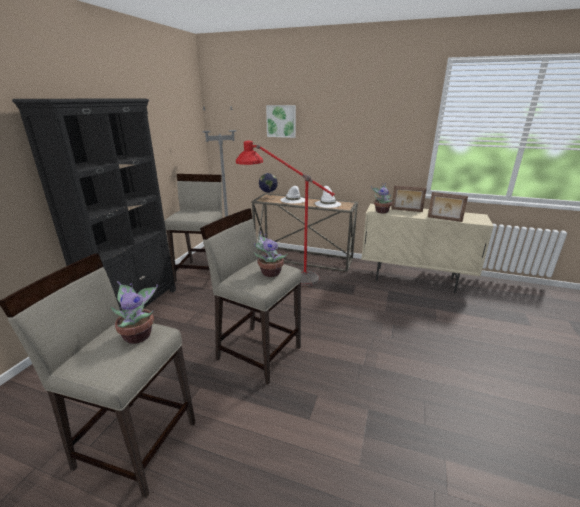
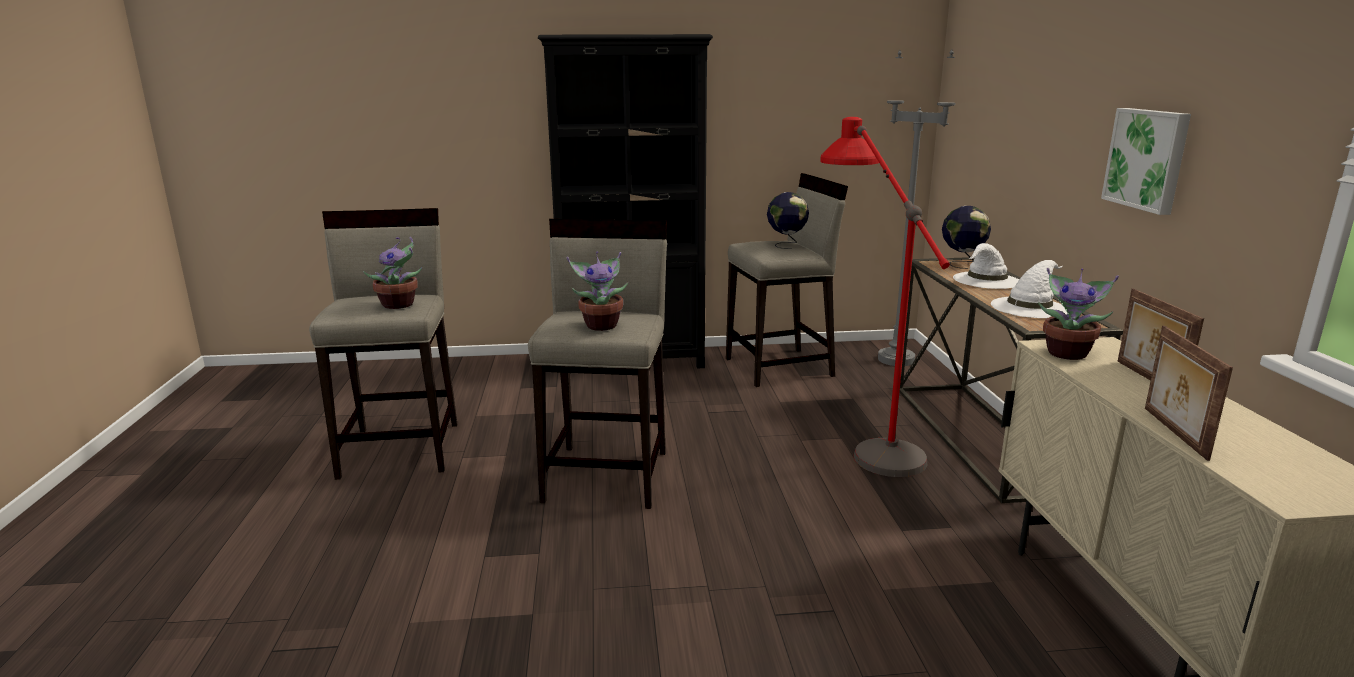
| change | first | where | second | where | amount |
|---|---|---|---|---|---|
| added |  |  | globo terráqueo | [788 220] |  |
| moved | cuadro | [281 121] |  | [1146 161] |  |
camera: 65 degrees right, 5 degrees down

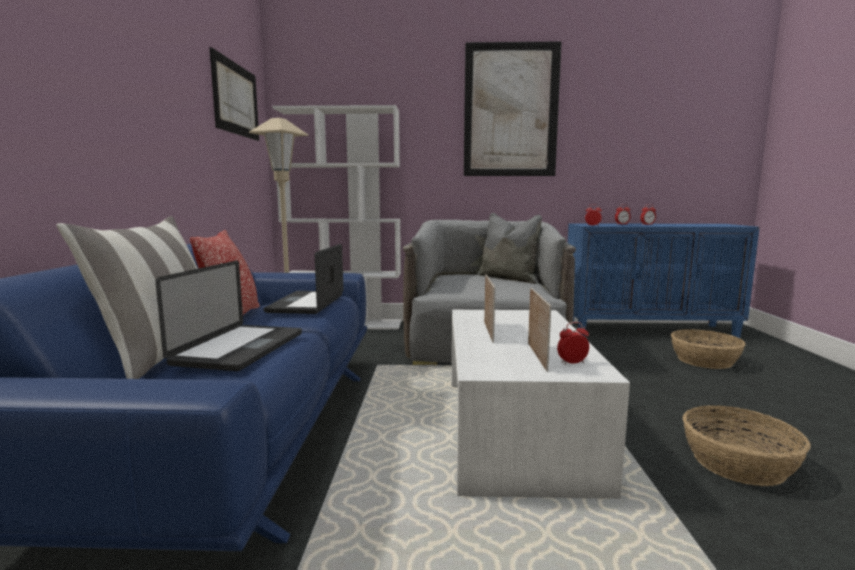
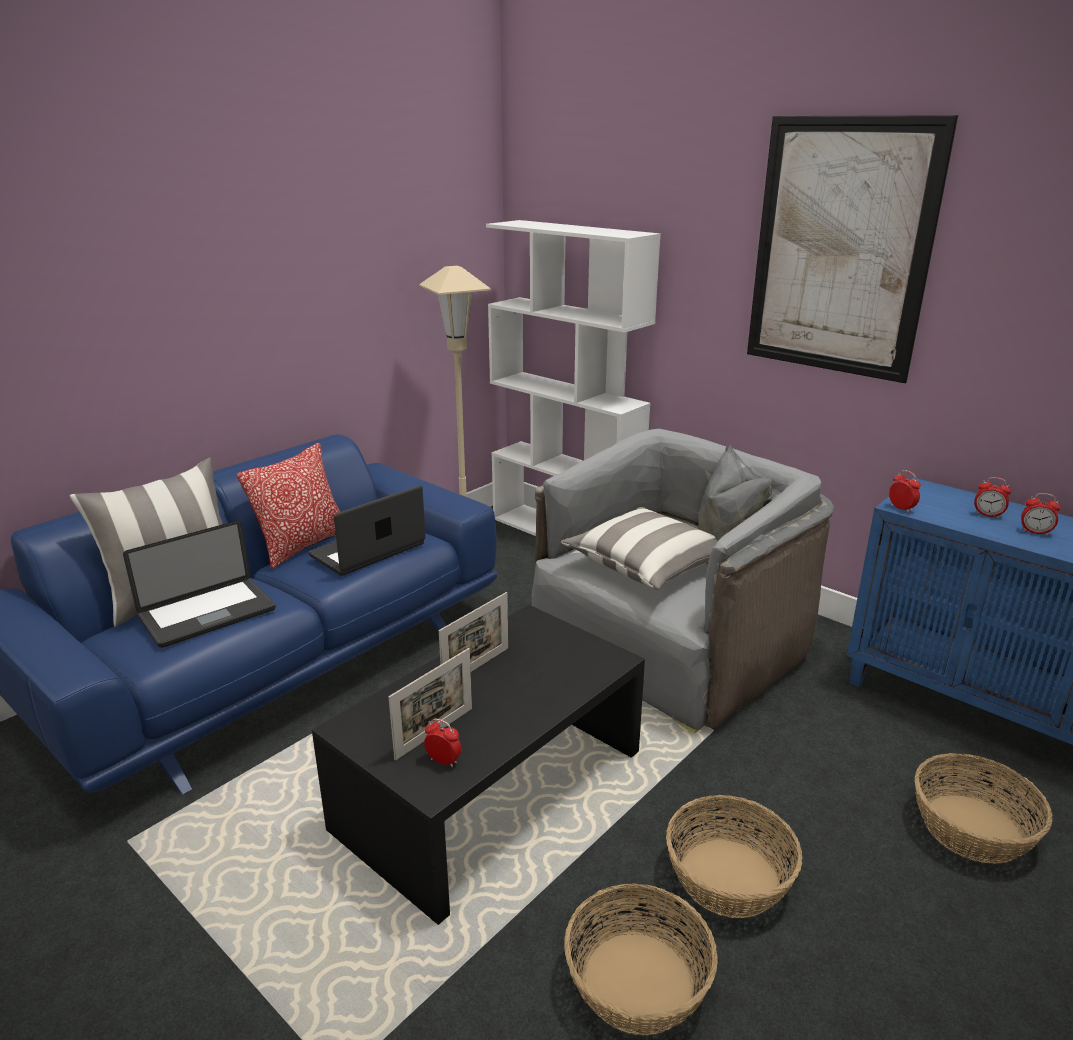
| change | first | where | second | where | amount |
|---|---|---|---|---|---|
| recoloured | mesa de centro [blanco] | [540 404] | mesa de centro [negro] | [478 765] |  |
| added |  |  | cojín | [639 548] |  |
| added |  |  | cesta | [734 856] |  |
| removed | cuadro | [234 94] |  |  |  |
camera: 40 degrees right, 15 degrees up

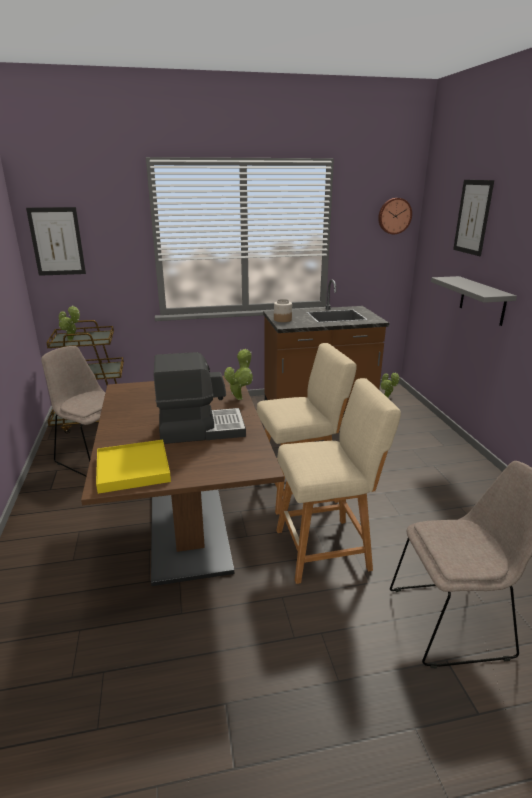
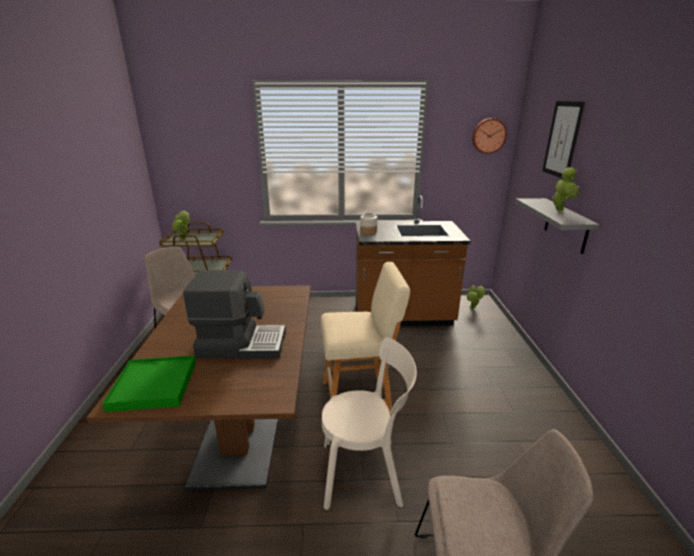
| change | first | where | second | where | amount |
|---|---|---|---|---|---|
| recoloured | bandeja [amarillo] | [133 467] | bandeja [verde] | [149 384] |  |
| replaced | taburete [beis] | [338 481] | silla [beis] | [369 424] |  |
| moved | planta en maceta | [238 374] |  | [565 189] |  |
| removed | cuadro | [56 241] |  |  |  |
camera: 10 degrees right, 0 degrees up

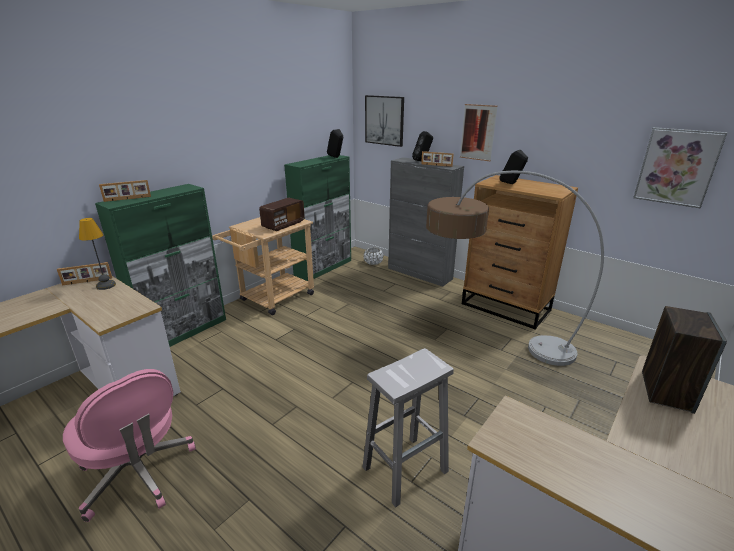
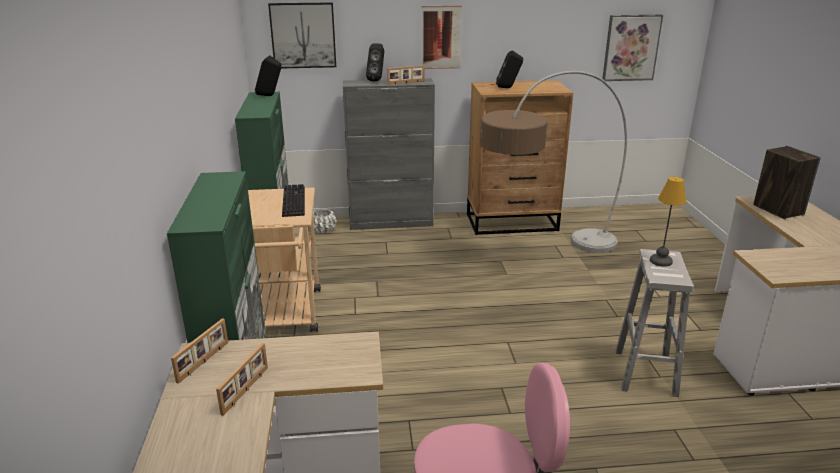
| change | first | where | second | where | amount |
|---|---|---|---|---|---|
| moved | portarretratos | [125 191] |  | [242 379] |  |
| replaced | radio | [282 214] | teclado | [293 200] |  |
| moved | lámpara de mesa | [97 254] |  | [668 222] |  |
camera: 45 degrees left, 0 degrees up

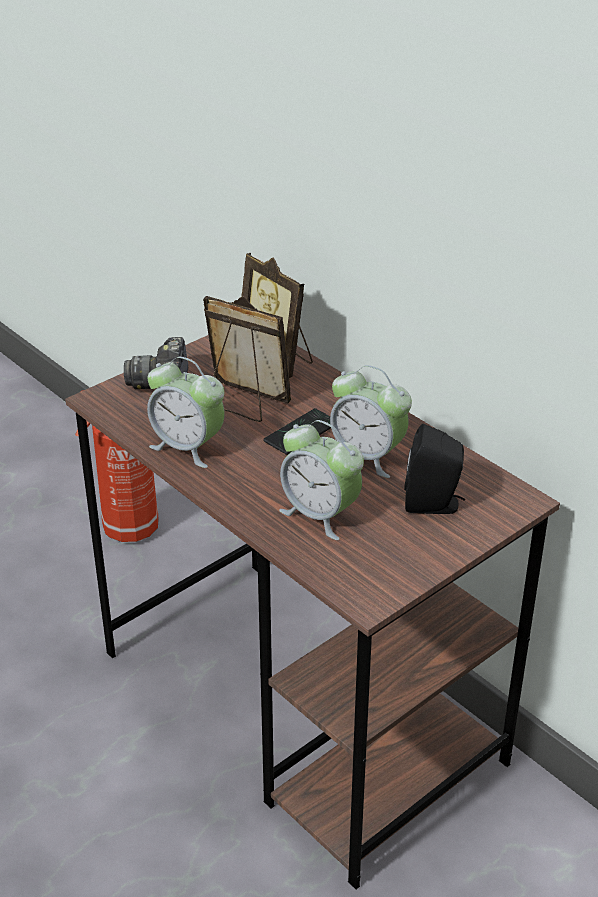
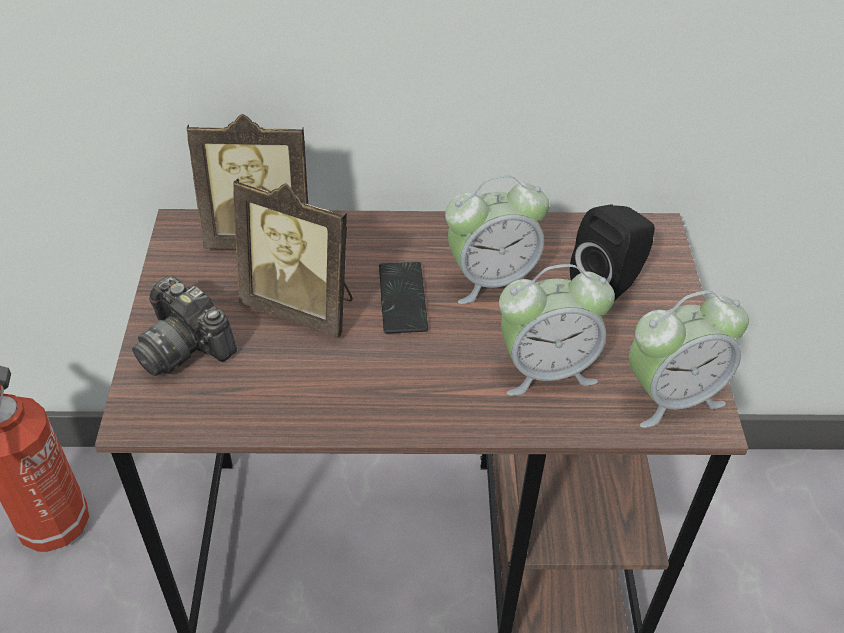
| change | first | where | second | where | amount |
|---|---|---|---|---|---|
| turned | portarretratos | [247 359] |  | [293 258] | 135 degrees counterclockwise |
| moved | despertador | [186 412] |  | [689 359] |  |
camera: 50 degrees left, 10 degrees up

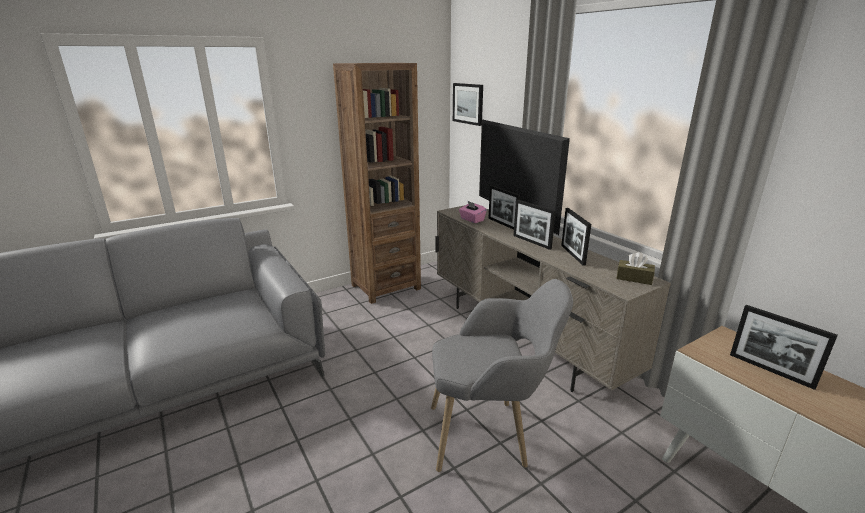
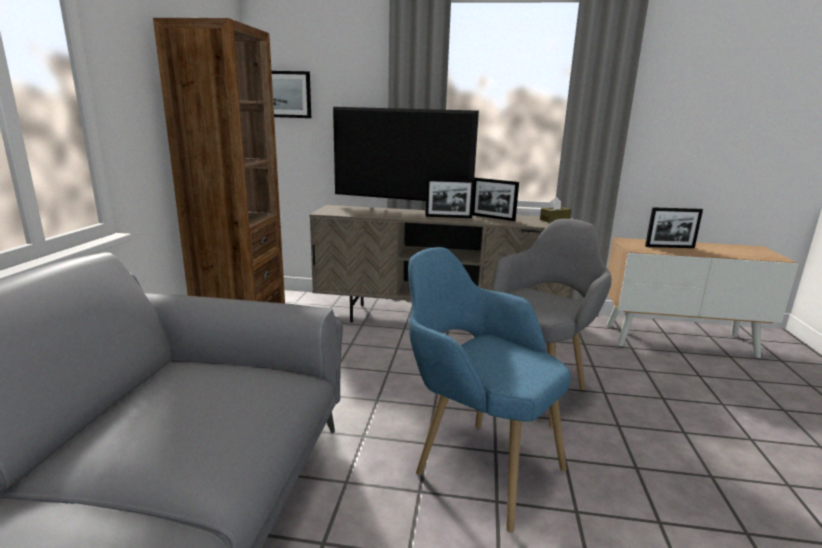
| change | first | where | second | where | amount |
|---|---|---|---|---|---|
| added |  |  | sillón [azul] | [489 390] |  |
| removed | caja de pañuelos [rosa] | [473 212] |  |  |  |
| removed | portarretratos | [504 207] |  |  |  |
camera: 50 degrees left, 5 degrees down

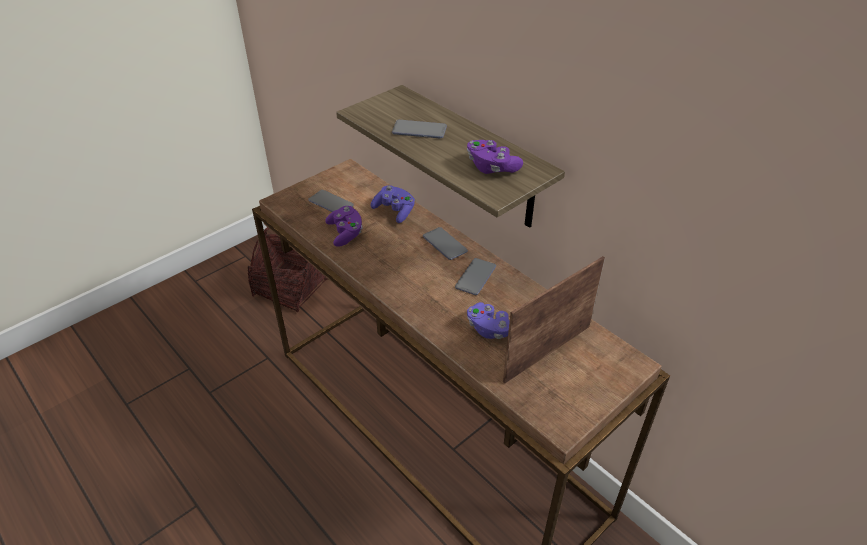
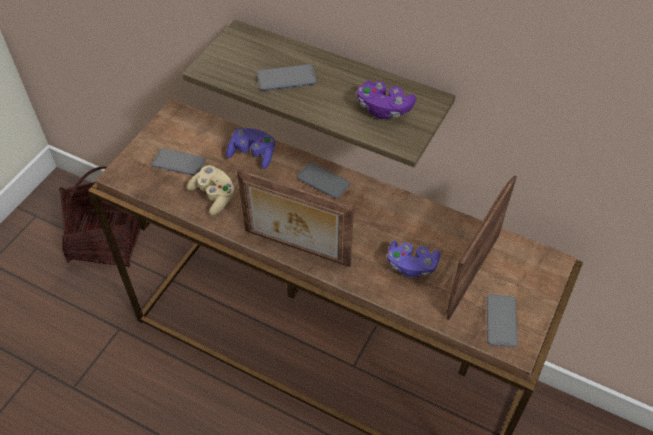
| change | first | where | second | where | amount |
|---|---|---|---|---|---|
| recoloured | mando de consola [morado] | [343 226] | mando de consola [beis] | [211 190] |  |
| added |  |  | portarretratos | [295 218] |  |
| moved | móvil | [475 276] |  | [502 320] |  |
camera: 20 degrees left, 10 degrees up

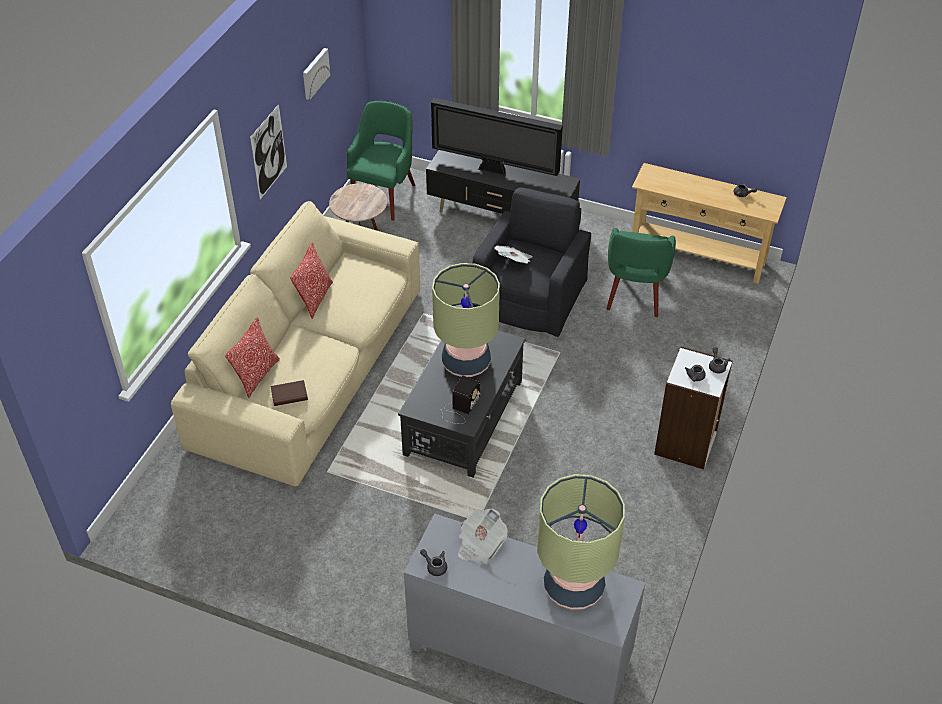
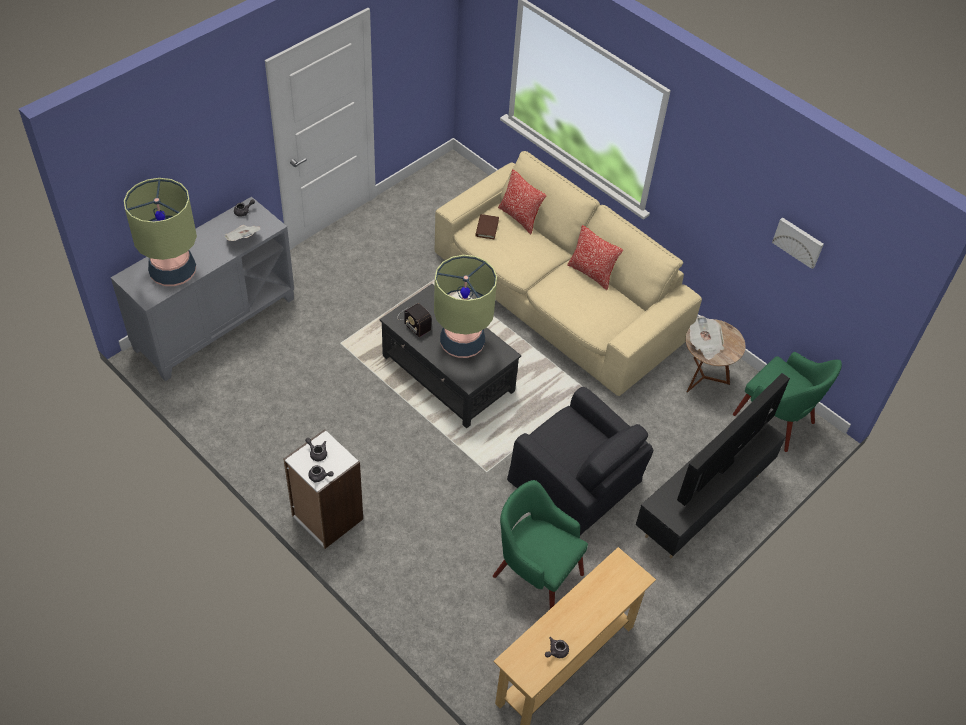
| change | first | where | second | where | amount |
|---|---|---|---|---|---|
| moved | periódico | [513 254] |  | [707 338] |  |
| removed | cuadro | [268 151] |  |  |  |
camera: 110 degrees right, 5 degrees up

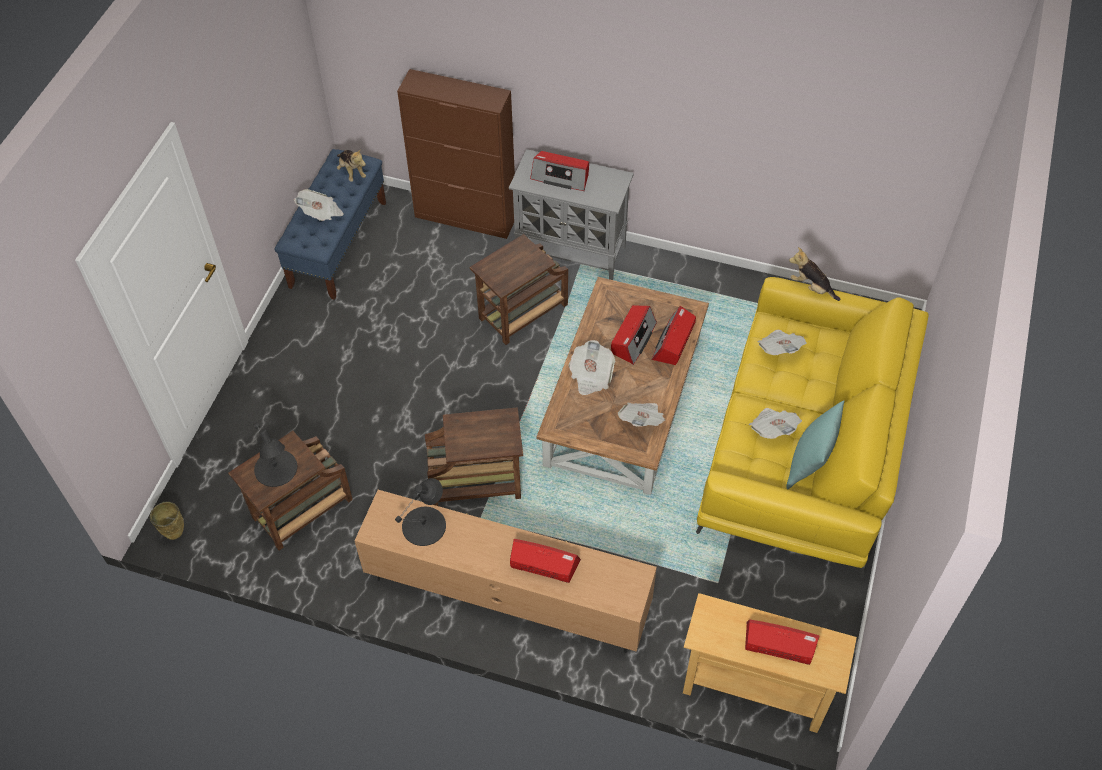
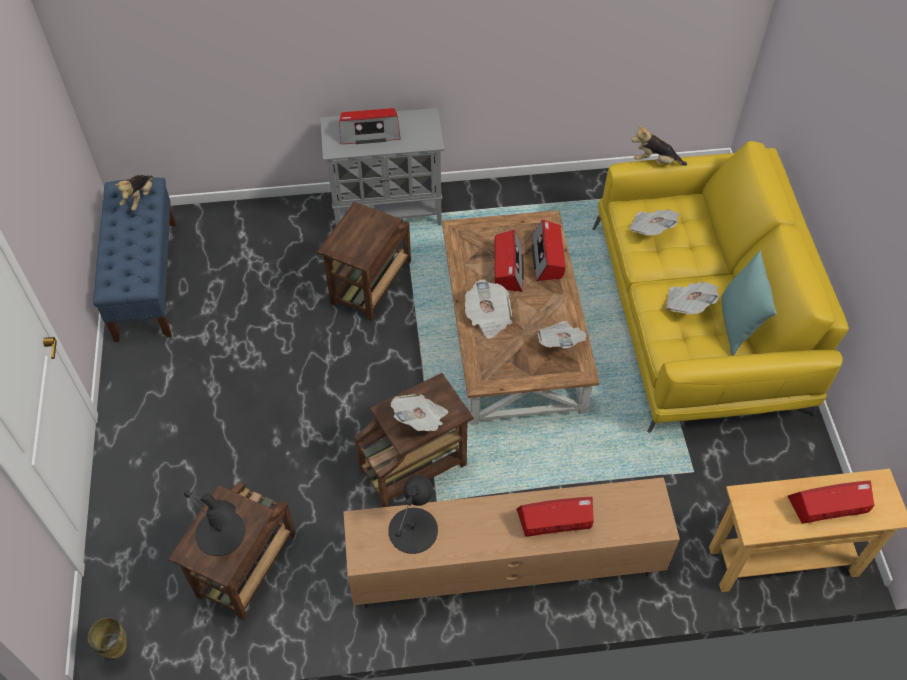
| change | first | where | second | where | amount |
|---|---|---|---|---|---|
| turned | peluche | [351 165] |  | [134 193] | 75 degrees clockwise |
| moved | periódico | [319 205] |  | [419 412] |  |
| removed | armario [marrón] | [456 154] |  |  |  |
camera: 25 degrees left, 0 degrees up

